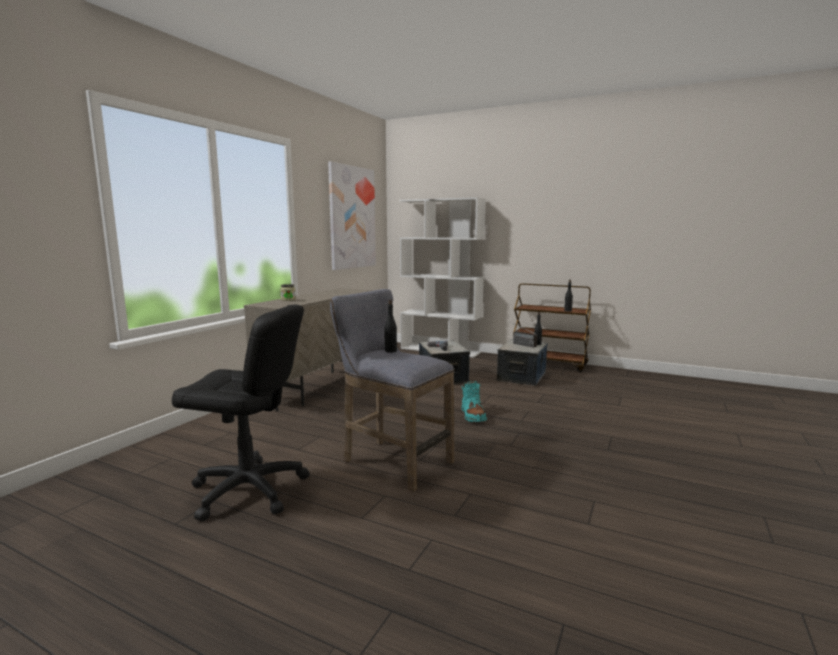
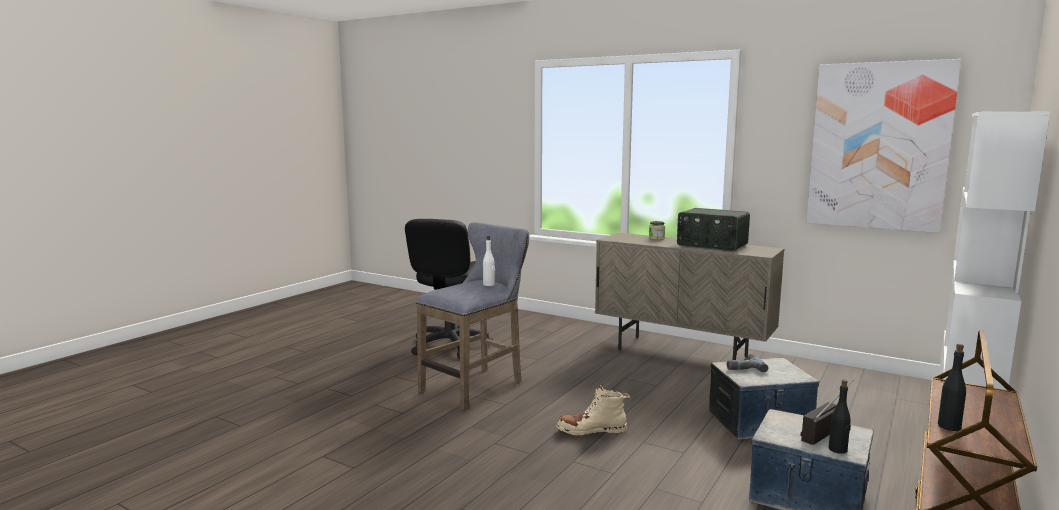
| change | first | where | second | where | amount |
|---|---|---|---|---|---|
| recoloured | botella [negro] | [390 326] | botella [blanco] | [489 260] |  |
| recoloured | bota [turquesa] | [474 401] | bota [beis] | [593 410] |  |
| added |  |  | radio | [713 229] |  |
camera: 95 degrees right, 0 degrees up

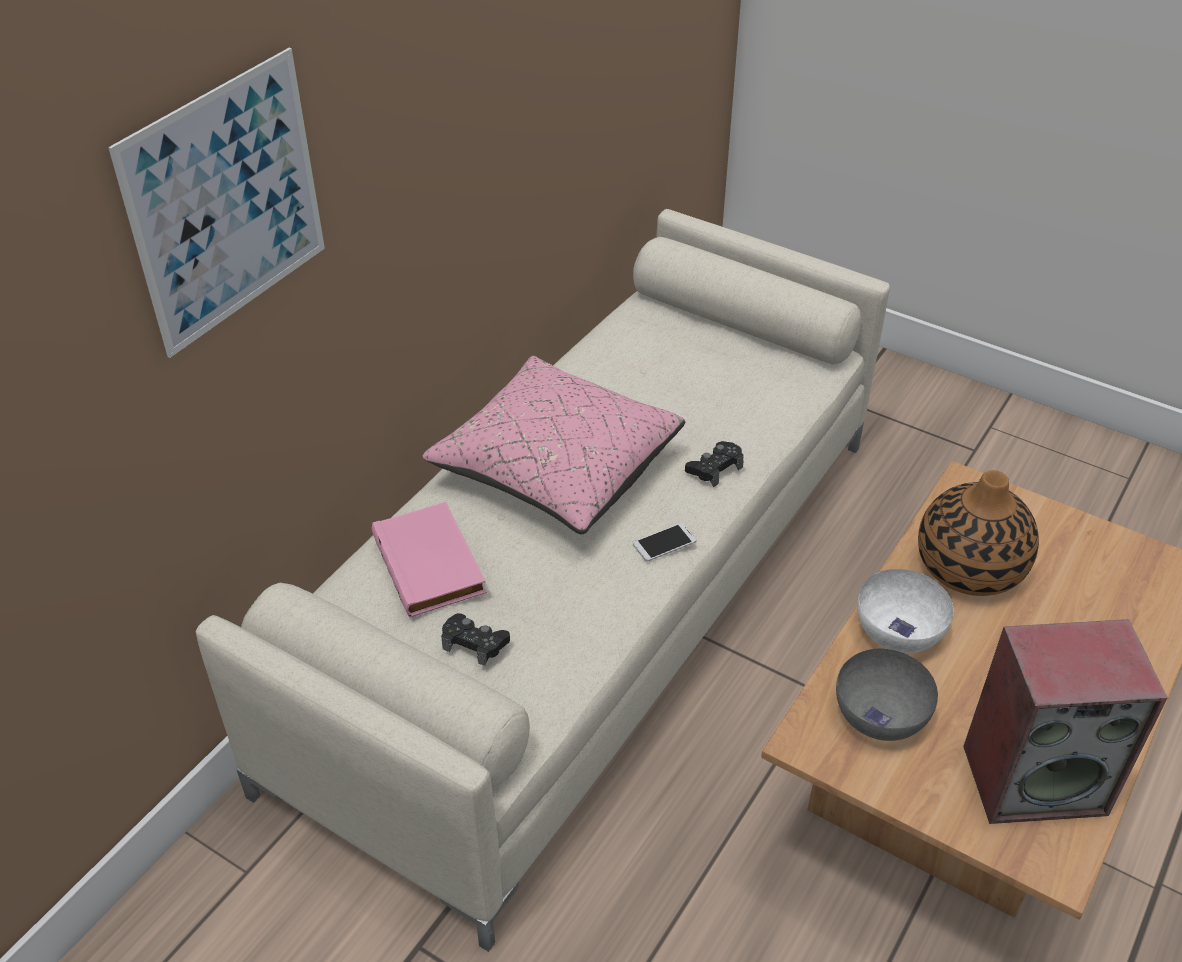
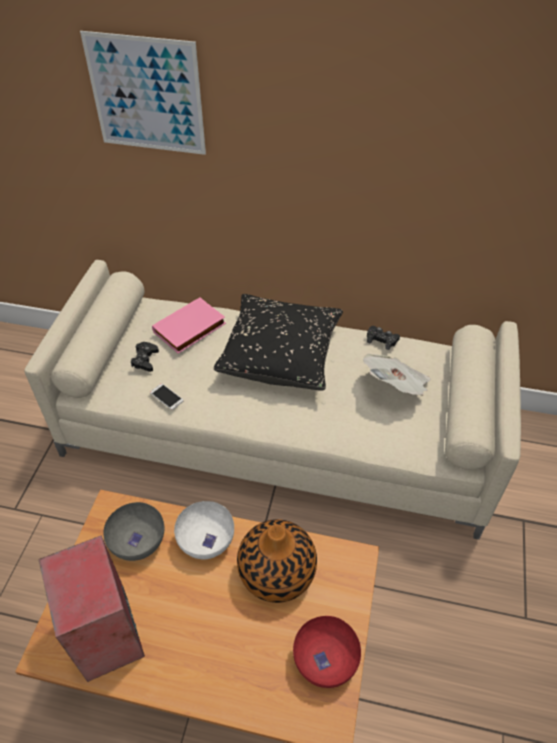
| change | first | where | second | where | amount |
|---|---|---|---|---|---|
| moved | móvil | [665 542] |  | [167 396] |  |
| recoloured | cojín [rosa] | [554 445] | cojín [negro] | [278 342] |  |
| added |  |  | cuenco [rojo] | [327 652] |  |
| added |  |  | periódico | [397 375] |  |
| moved | mando de consola [negro] | [714 464] |  | [383 338] |  |
camera: 70 degrees right, 5 degrees up

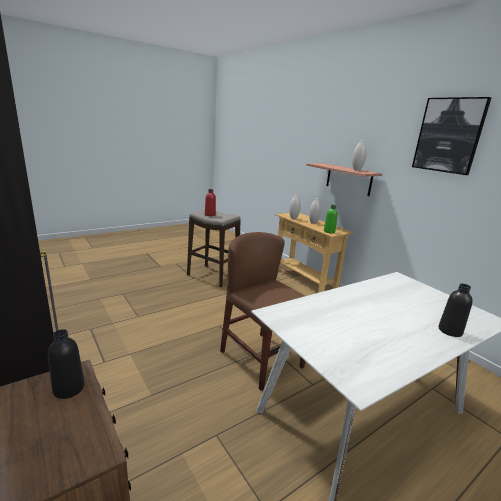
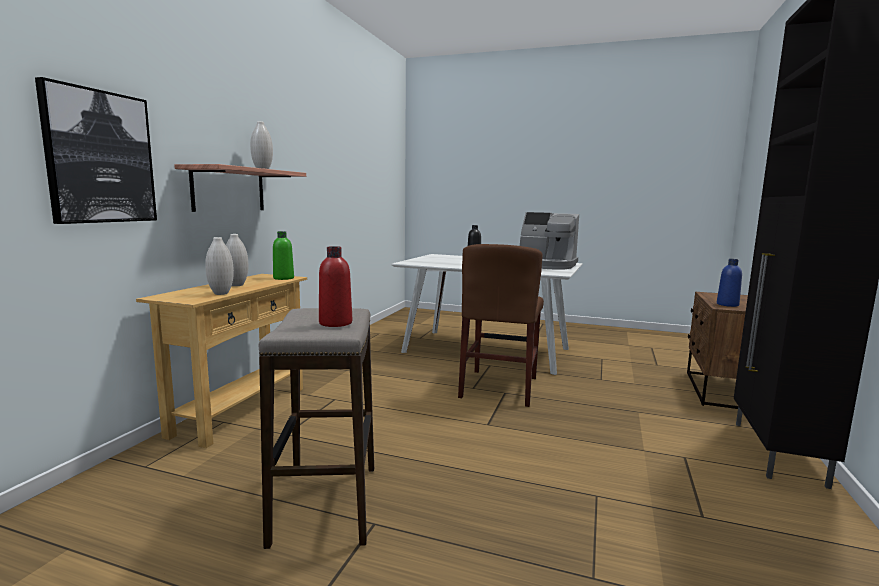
| change | first | where | second | where | amount |
|---|---|---|---|---|---|
| moved | cuadro | [452 136] |  | [96 150] |  |
| added |  |  | cafetera | [549 241] |  |
| recoloured | botella [negro] | [66 364] | botella [azul] | [729 283] |  |
camera: 125 degrees left, 10 degrees down

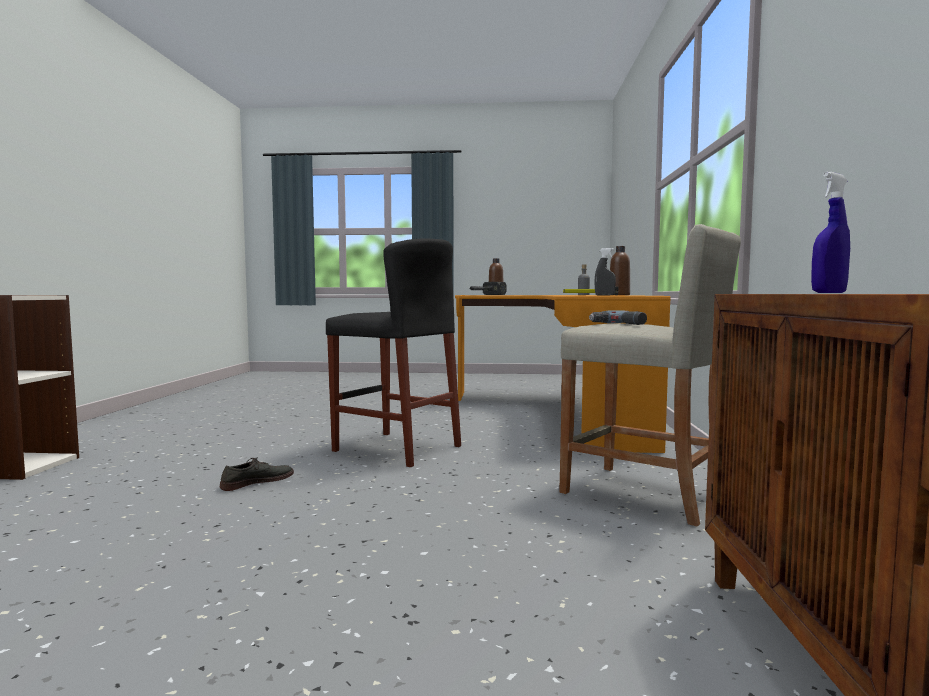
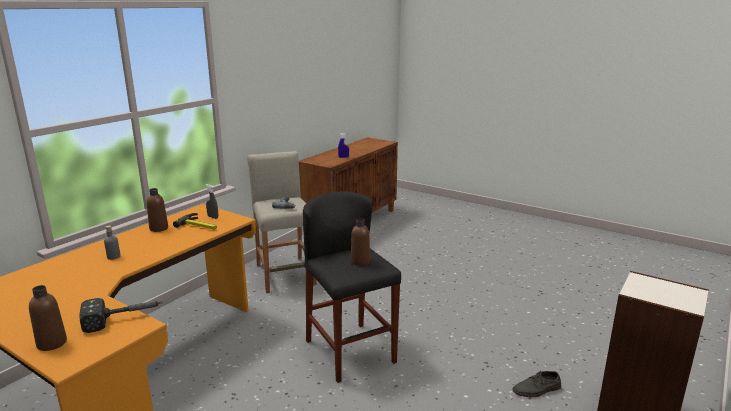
| change | first | where | second | where | amount |
|---|---|---|---|---|---|
| added |  |  | botella [marrón] | [360 242] |  |
| moved | zapato [gris] | [257 474] |  | [536 383] |  |
camera: 150 degrees left, 15 degrees up

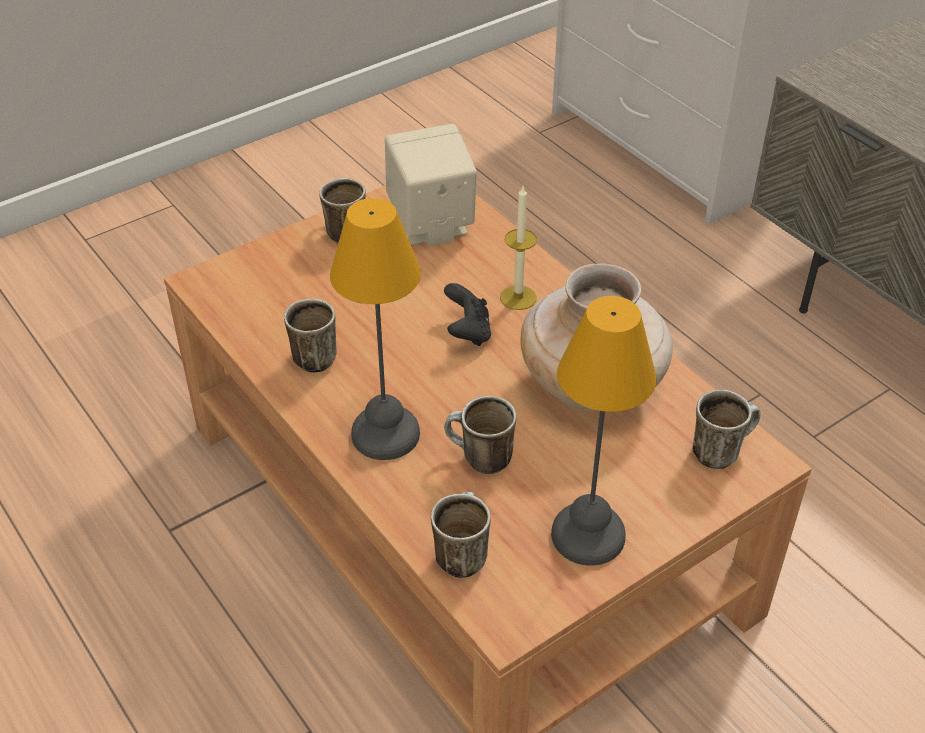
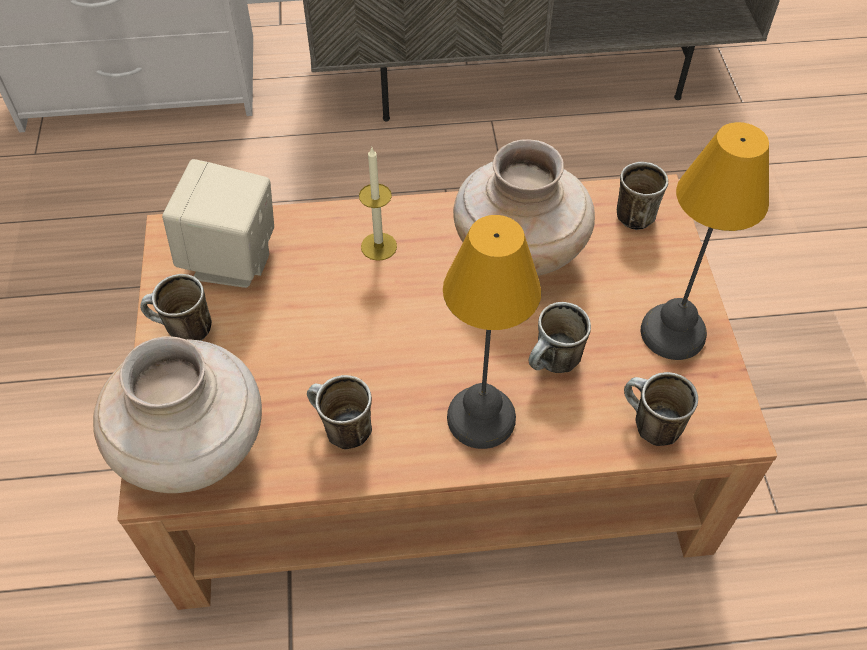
| change | first | where | second | where | amount |
|---|---|---|---|---|---|
| added |  |  | florero [beis] | [177 414] |  |
| removed | mando de consola [negro] | [467 314] |  |  |  |
camera: 60 degrees left, 10 degrees up

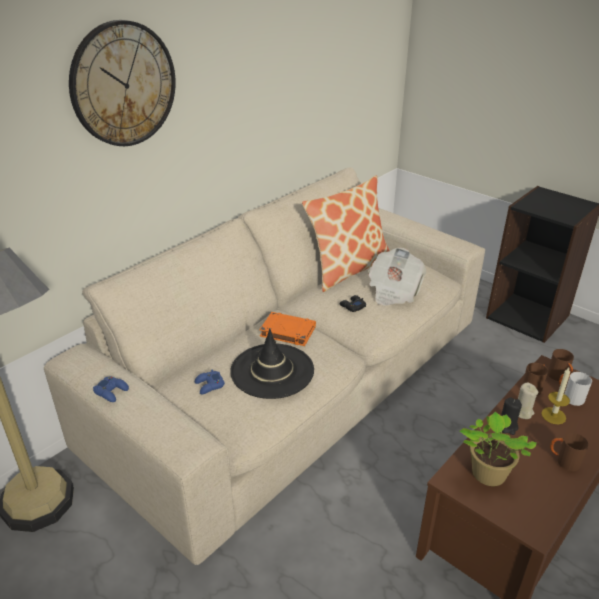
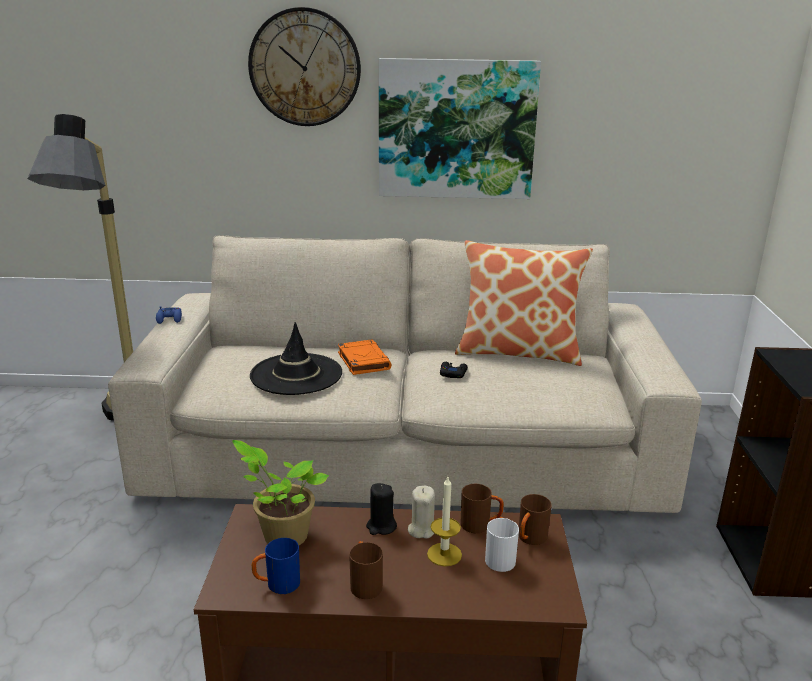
| change | first | where | second | where | amount |
|---|---|---|---|---|---|
| added |  |  | taza grande [azul] | [276 566] |  |
| added |  |  | cuadro | [460 128] |  |
| removed | mando de consola [azul] | [210 381] |  |  |  |
| removed | periódico | [397 276] |  |  |  |
camera: 50 degrees right, 10 degrees down

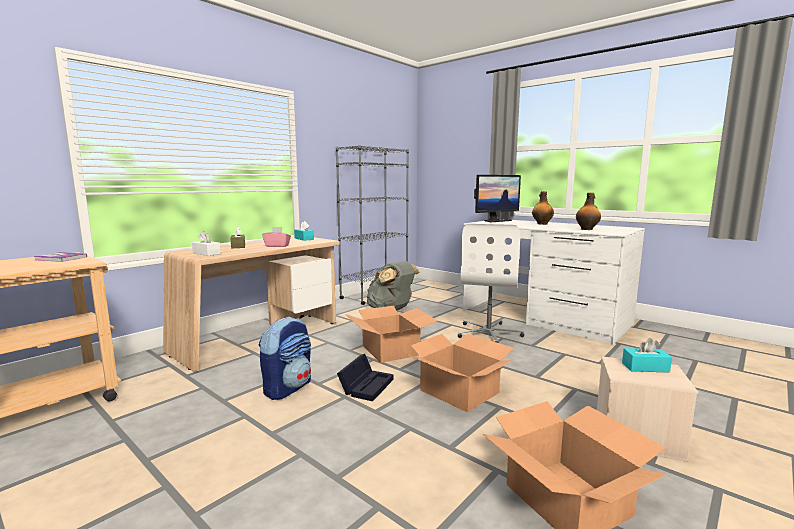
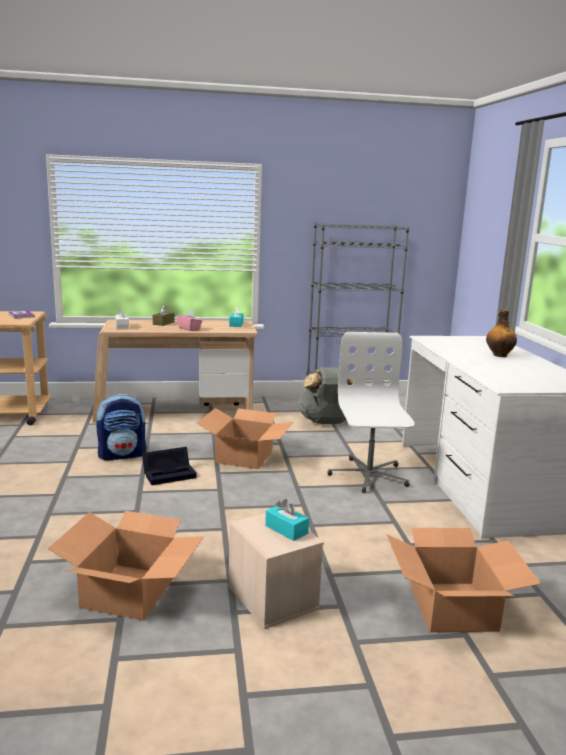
| change | first | where | second | where | amount |
|---|---|---|---|---|---|
| turned | silla de oficina [blanco] | [491 283] |  | [371 412] | 120 degrees clockwise |
| moved | caja de cartón | [460 373] |  | [464 580] |  |
| removed | monitor | [497 198] |  |  |  |
| removed | botella | [588 211] |  |  |  |
camera: 40 degrees right, 5 degrees up

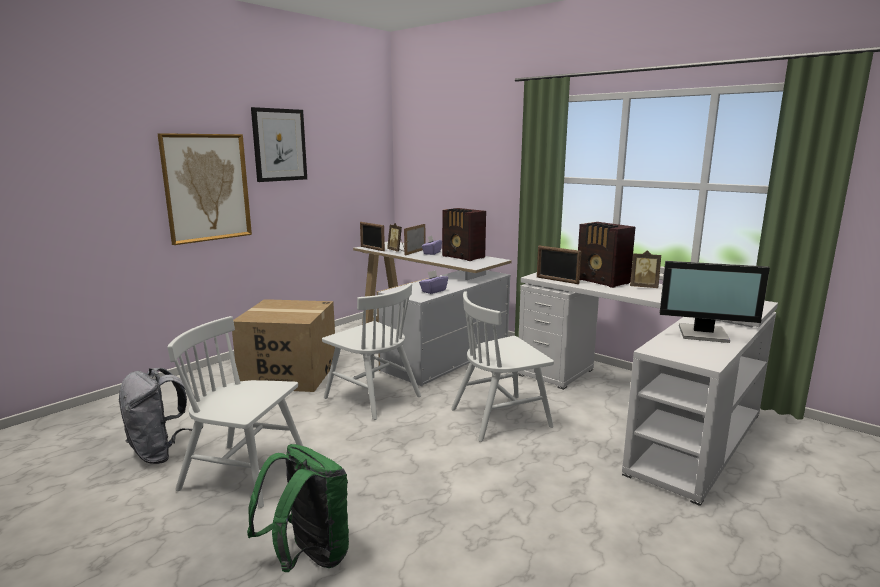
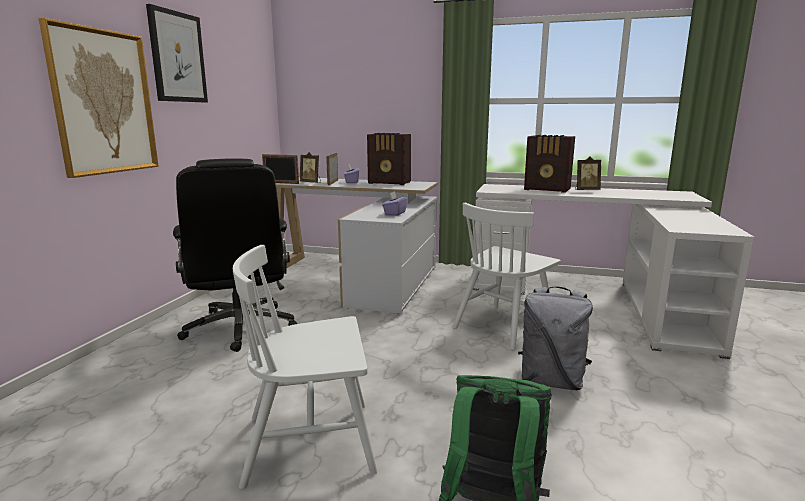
| change | first | where | second | where | amount |
|---|---|---|---|---|---|
| replaced | caja de cartón | [283 345] | silla de oficina [negro] | [235 255] |  |
| moved | mochila [gris] | [161 416] |  | [555 338] |  |
| removed | silla [blanco] | [371 351] |  |  |  |
| removed | portarretratos | [559 265] |  |  |  |
| removed | monitor | [715 302] |  |  |  |
camera: 25 degrees left, 0 degrees up

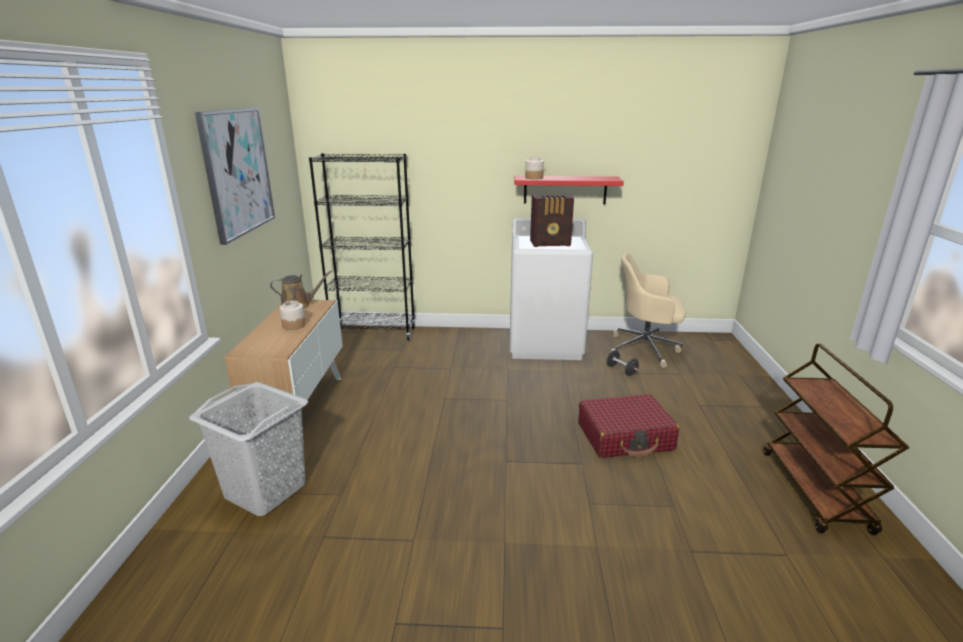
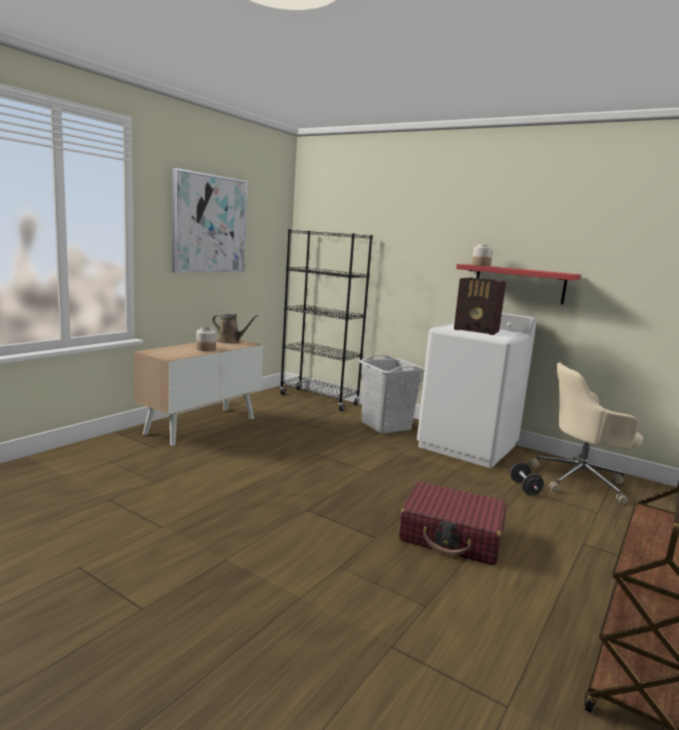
| change | first | where | second | where | amount |
|---|---|---|---|---|---|
| moved | cesto de la ropa [gris] | [248 449] |  | [391 394] |  |
| turned | silla de oficina [beis] | [648 310] |  | [586 433] | 45 degrees counterclockwise |
camera: 30 degrees right, 10 degrees down

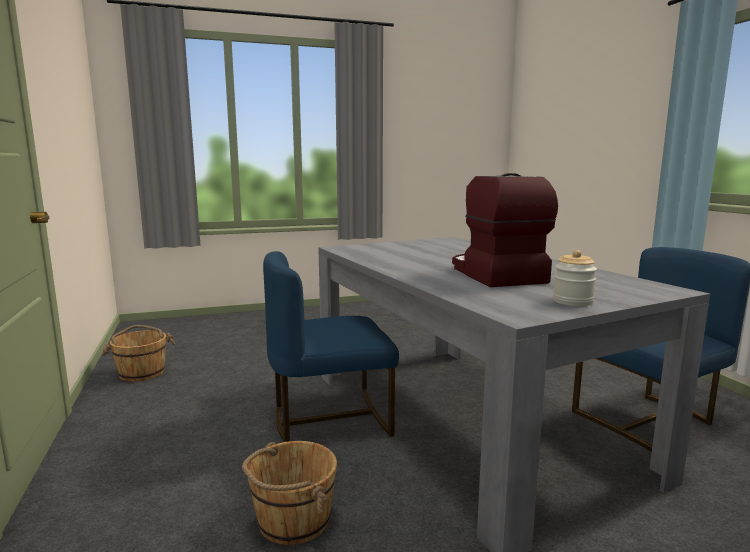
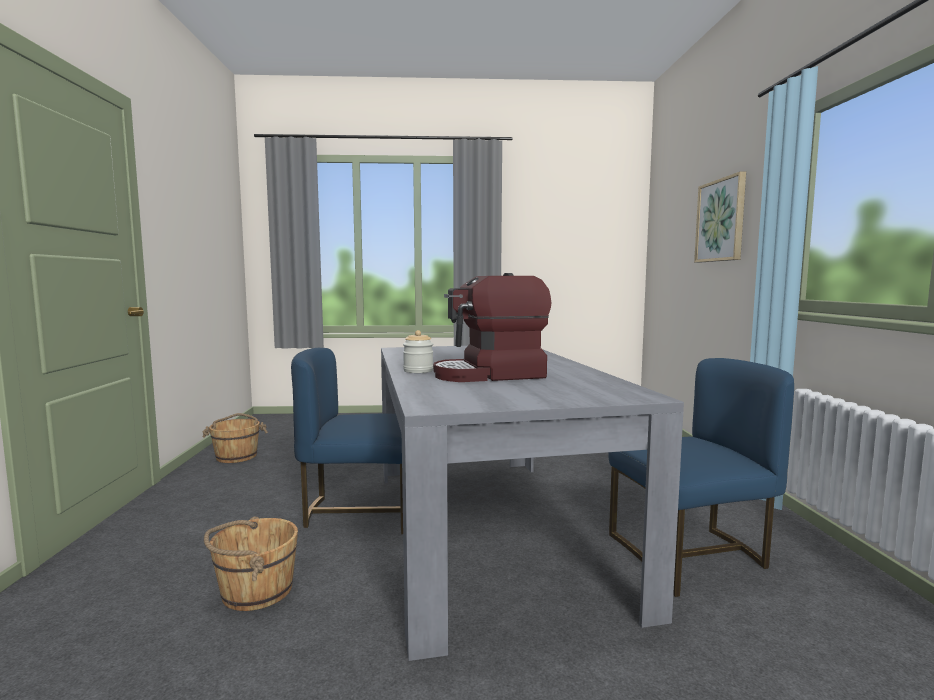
| change | first | where | second | where | amount |
|---|---|---|---|---|---|
| moved | tarro | [575 278] |  | [418 351] |  |
| turned | cafetera | [505 230] |  | [492 327] | 105 degrees counterclockwise |
| added |  |  | cuadro | [720 217] |  |
camera: 15 degrees right, 5 degrees down

